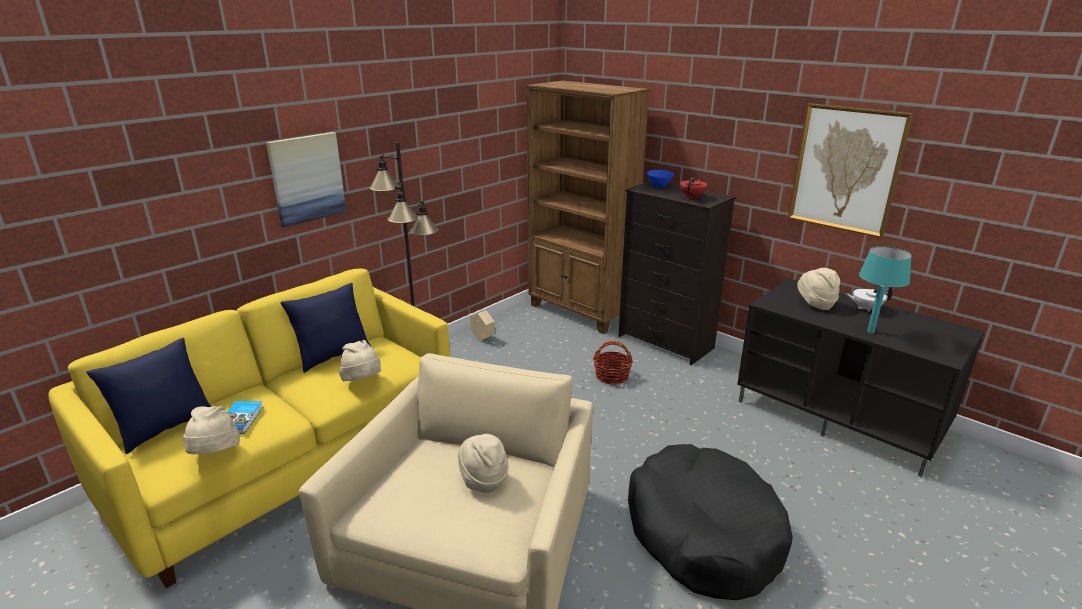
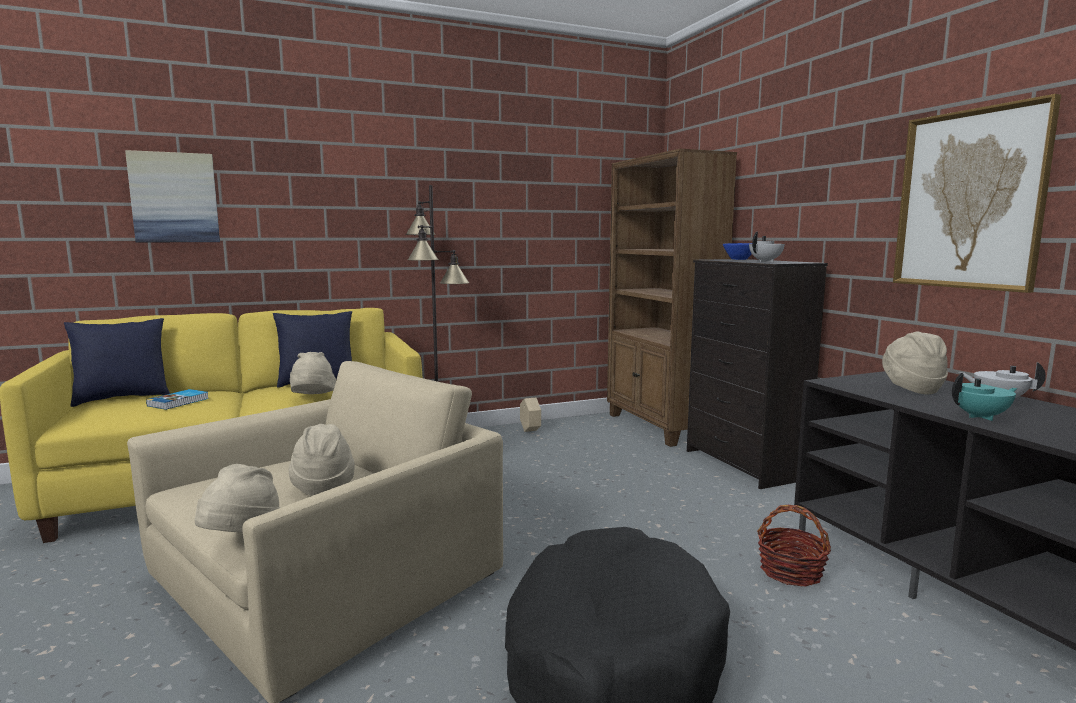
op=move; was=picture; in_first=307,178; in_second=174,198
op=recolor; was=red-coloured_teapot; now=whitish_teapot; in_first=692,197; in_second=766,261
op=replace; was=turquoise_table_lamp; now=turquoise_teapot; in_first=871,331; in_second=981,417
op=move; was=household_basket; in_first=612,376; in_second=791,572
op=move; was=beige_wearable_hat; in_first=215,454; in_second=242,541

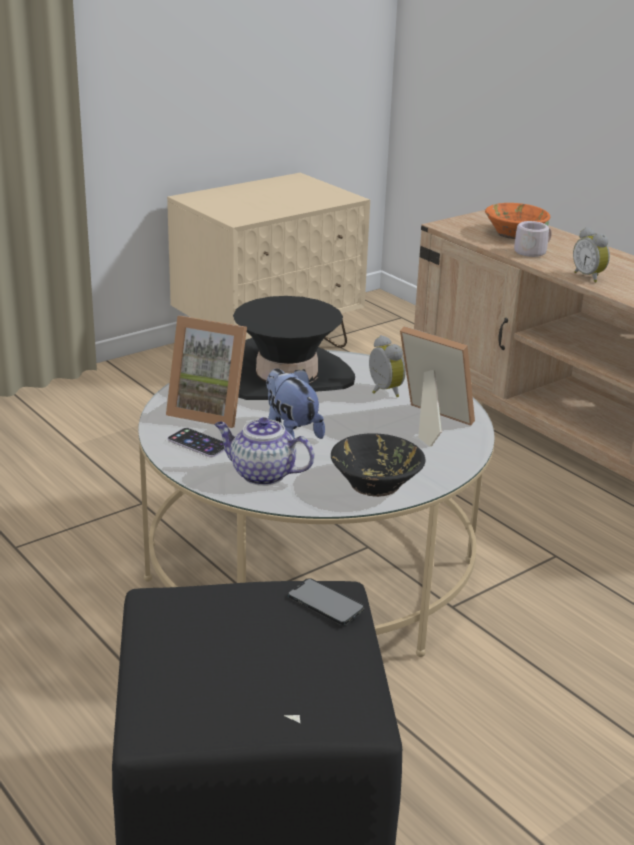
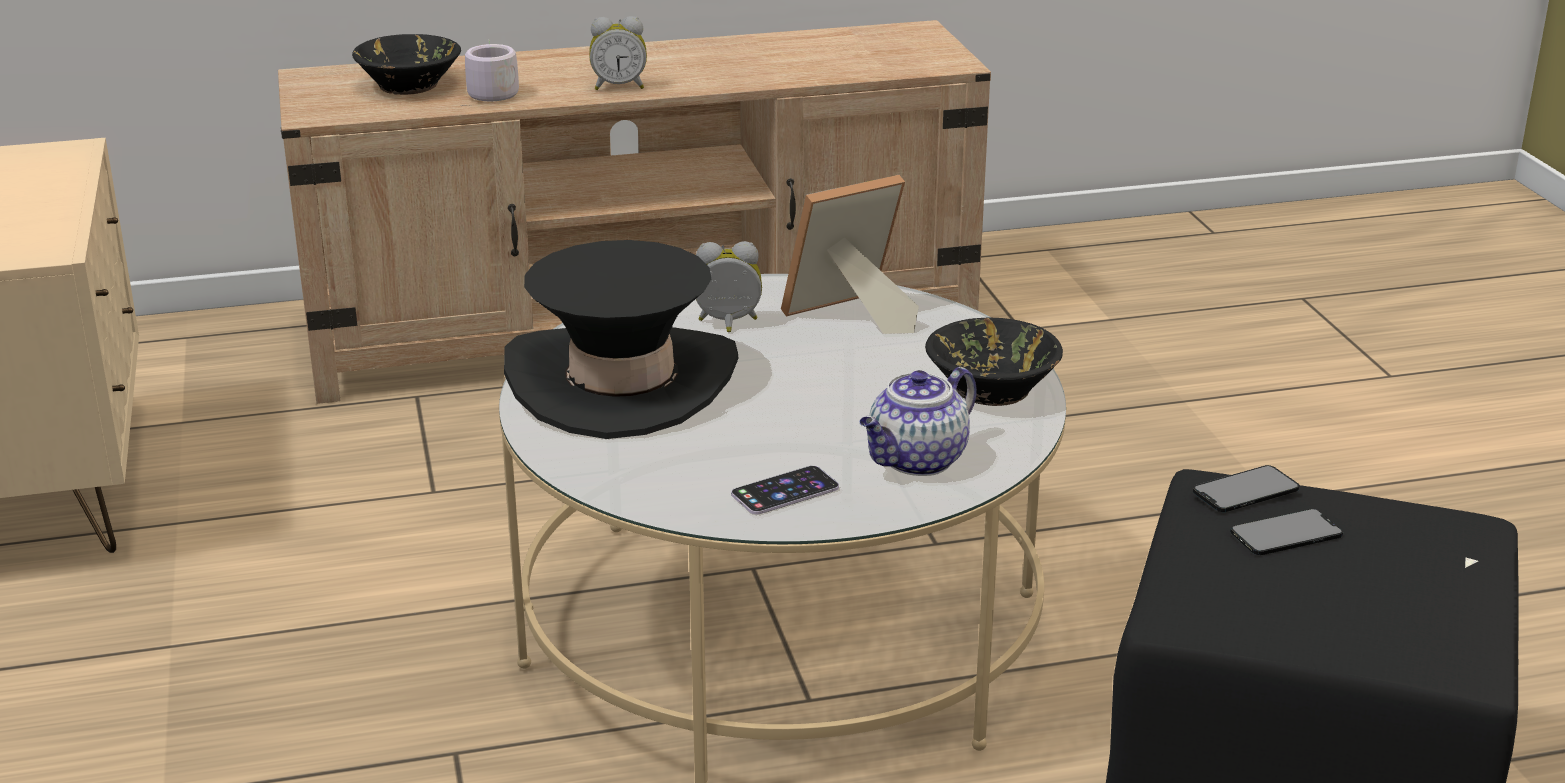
op=recolor; was=orange-coloured_serving_bowl; now=black_serving_bowl; in_first=515,234; in_second=410,85
op=delete; was=standing_frame; in_first=210,411
op=delete; was=cuddly_toy; in_first=290,432
op=insert; now=handset; in_second=1286,533

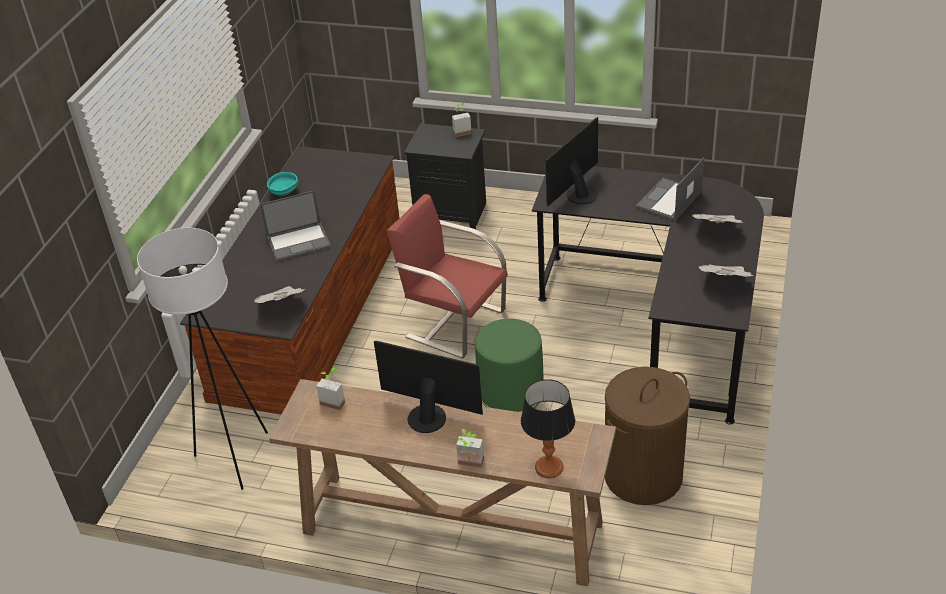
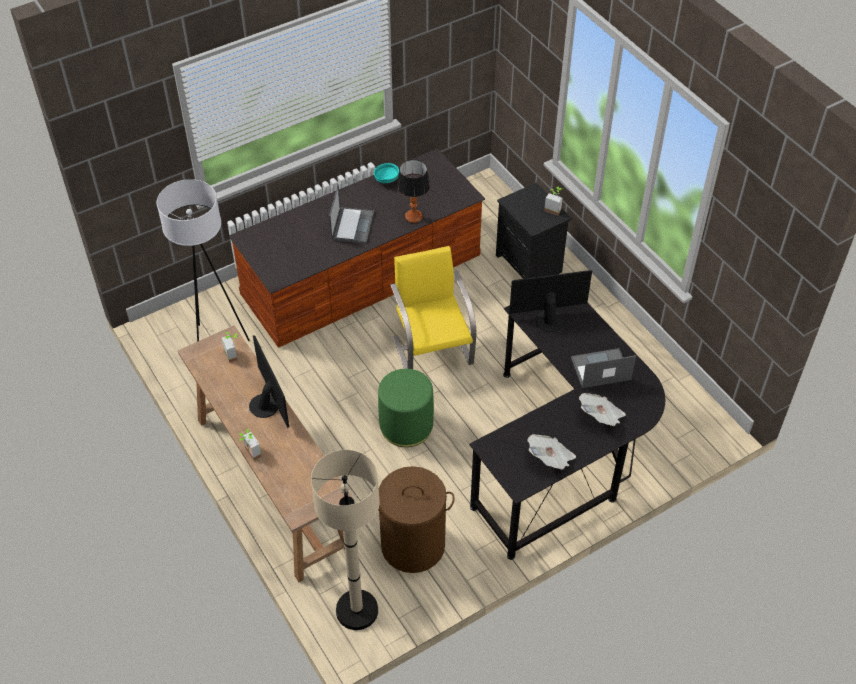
op=rotate; was=notebook_computer; in_first=299,241; in_second=352,225; clockwise=-105
op=recolor; was=red-coloured_plain_chair; now=yellowish_plain_chair; in_first=454,323; in_second=432,349
op=delete; was=printed_paper; in_first=282,305
op=move; was=table_lamp; in_first=548,467; in_second=413,216
op=insert; now=beige_standard_lamp; in_second=357,610

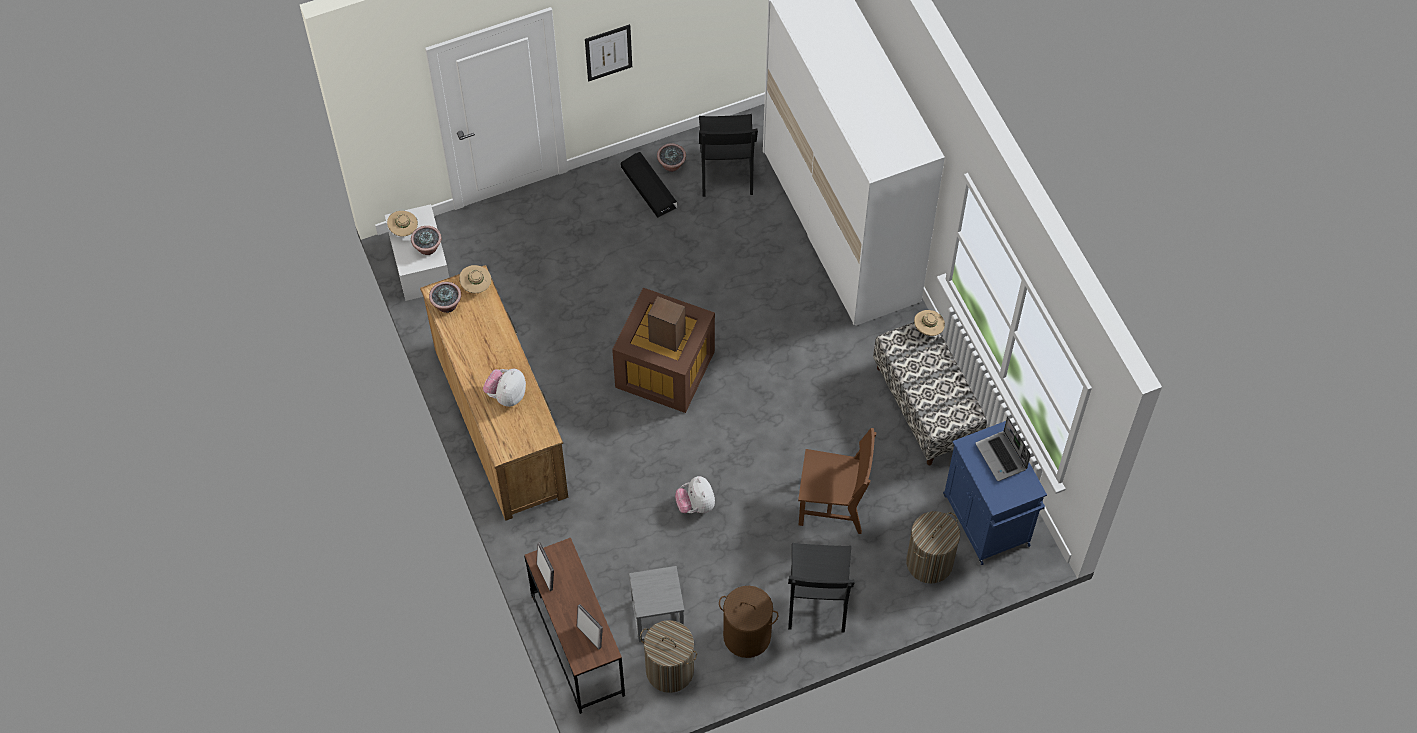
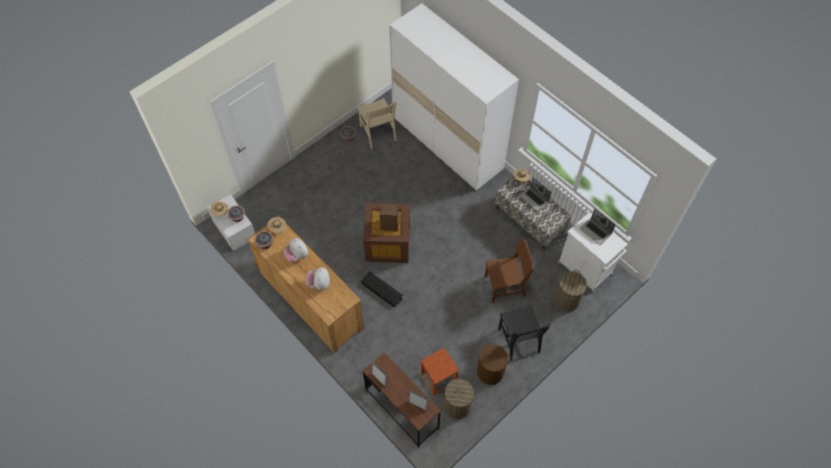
op=delete; was=picture; in_first=608,52
op=recolor; was=black_plain_chair; now=beige_plain_chair; in_first=726,172; in_second=378,133
op=move; was=black_storage_container; in_first=649,187; in_second=382,290
op=recolor; was=bluish_cupboard; now=whitish_cupboard; in_first=987,522; in_second=586,269
op=move; was=cuddly_toy; in_first=696,505; in_second=297,255
op=recolor; was=grey_sitting_stool; now=brown_sitting_stool; in_first=658,617; in_second=439,378
op=insert; now=notebook_computer; in_second=534,199

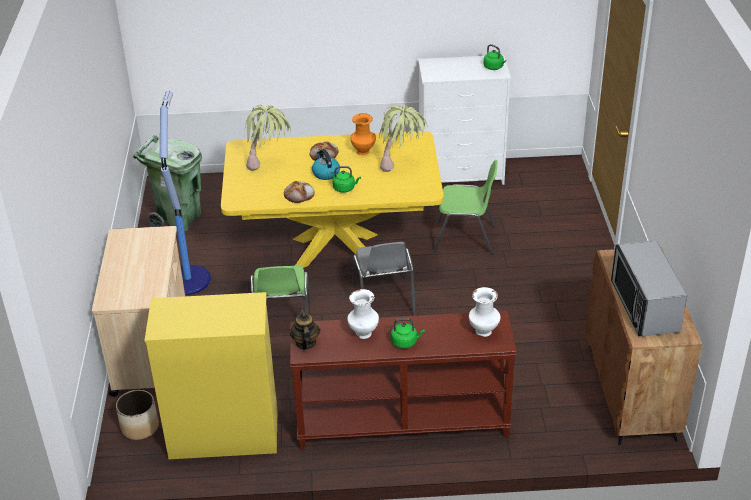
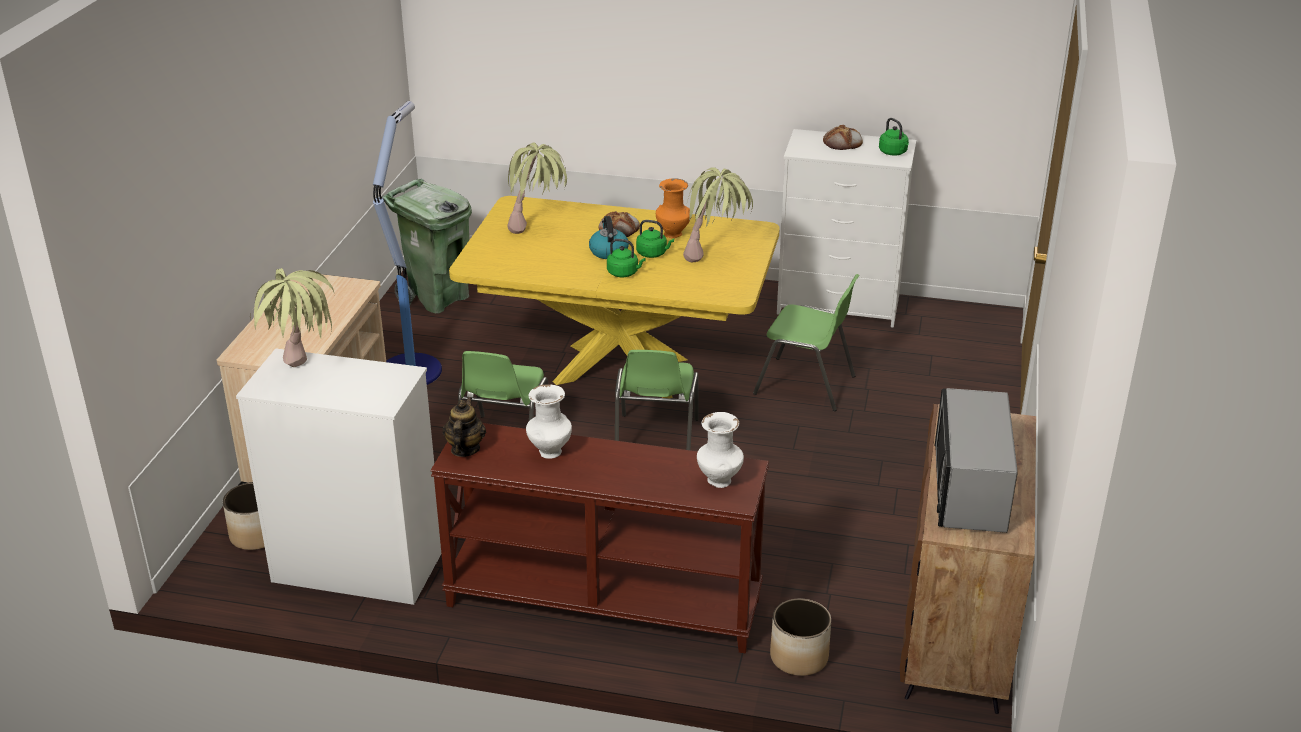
op=move; was=bakery_bread; in_first=299,194; in_second=843,142
op=recolor; was=grey_plain_chair; now=green-coloured_plain_chair; in_first=384,301; in_second=655,443
op=recolor; was=yellowish_drawer_chest; now=whitish_drawer_chest; in_first=223,434; in_second=356,566
op=move; was=green-coloured_tea_kettle; in_first=405,342; in_second=653,254
op=insert; now=houseplant; in_second=302,377
op=insert; now=planter; in_second=798,657

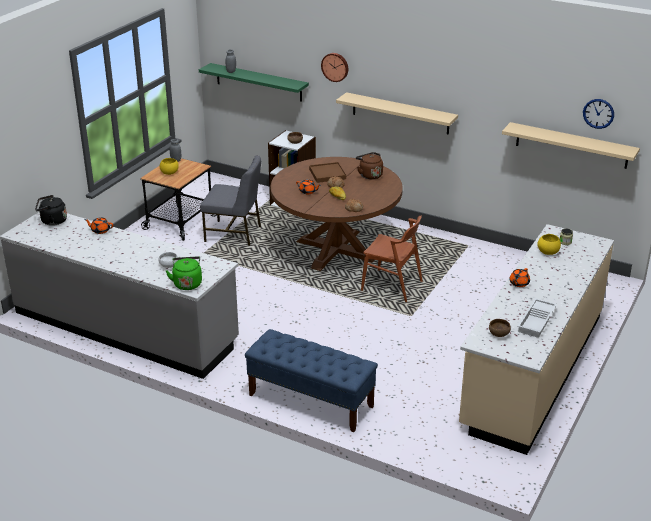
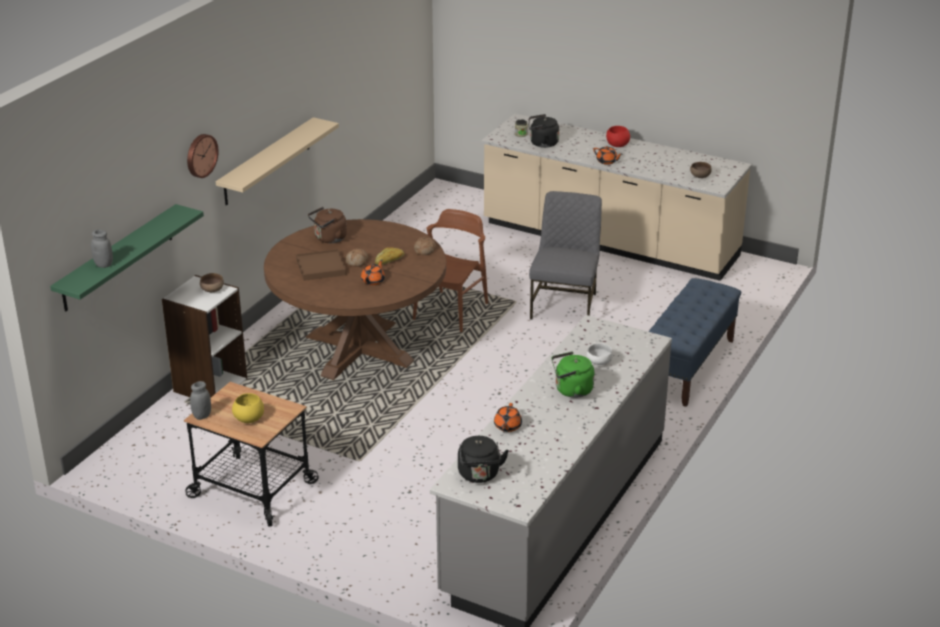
op=delete; was=hanging_clock; in_first=598,113
op=delete; was=beige_wall_shelf; in_first=571,145
op=move; was=grey_plain_chair; in_first=234,234; in_second=565,305
op=replace; was=yellowish_serving_bowl; now=black_tea_kettle; in_first=548,252; in_second=542,143
op=move; was=green-coloured_tea_kettle; in_first=187,283; in_second=571,390
op=delete; was=whitish_tray; in_first=537,321
op=insert; now=red-coloured_serving_bowl; in_second=617,145

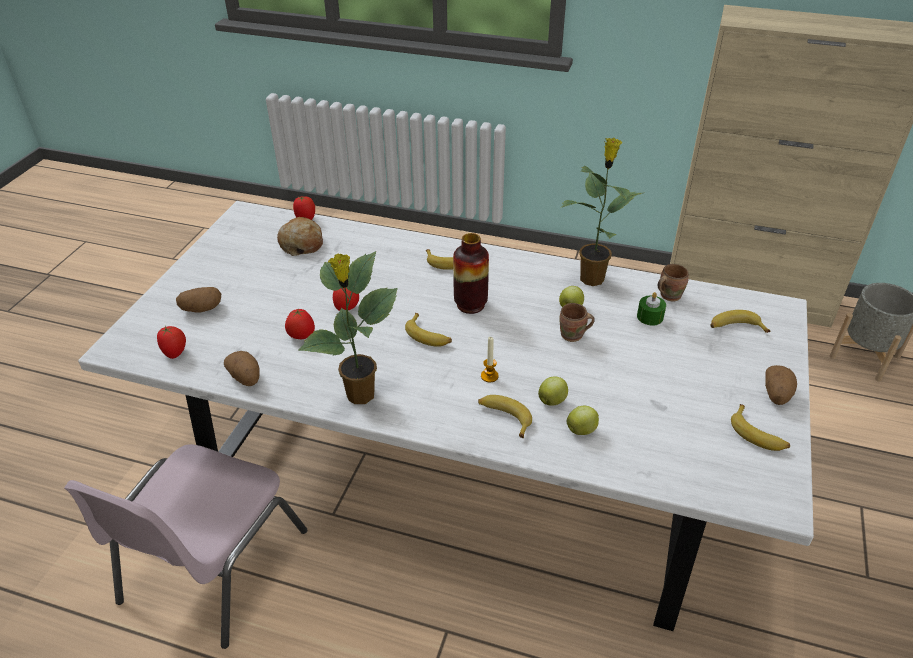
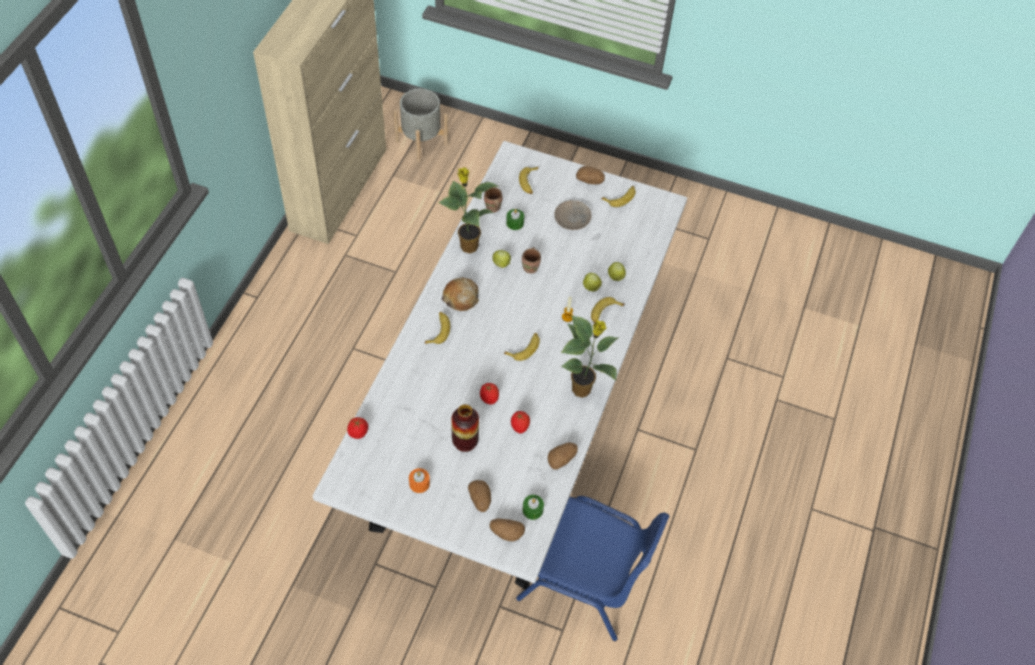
op=move; was=bakery_bread; in_first=301,244; in_second=461,298
op=move; was=decorative_vase; in_first=470,305; in_second=465,442
op=replace; was=whole_tomato; now=green-coloured_wax_light; in_first=175,353; in_second=532,510
op=recolor; was=pinkish_plain_chair; now=bluish_plain_chair; in_first=210,567; in_second=586,580
op=insert; now=beige_plate; in_second=573,218
op=insert; now=orange-coloured_wax_light; in_second=419,483
op=insert; now=whole_potato; in_second=506,533

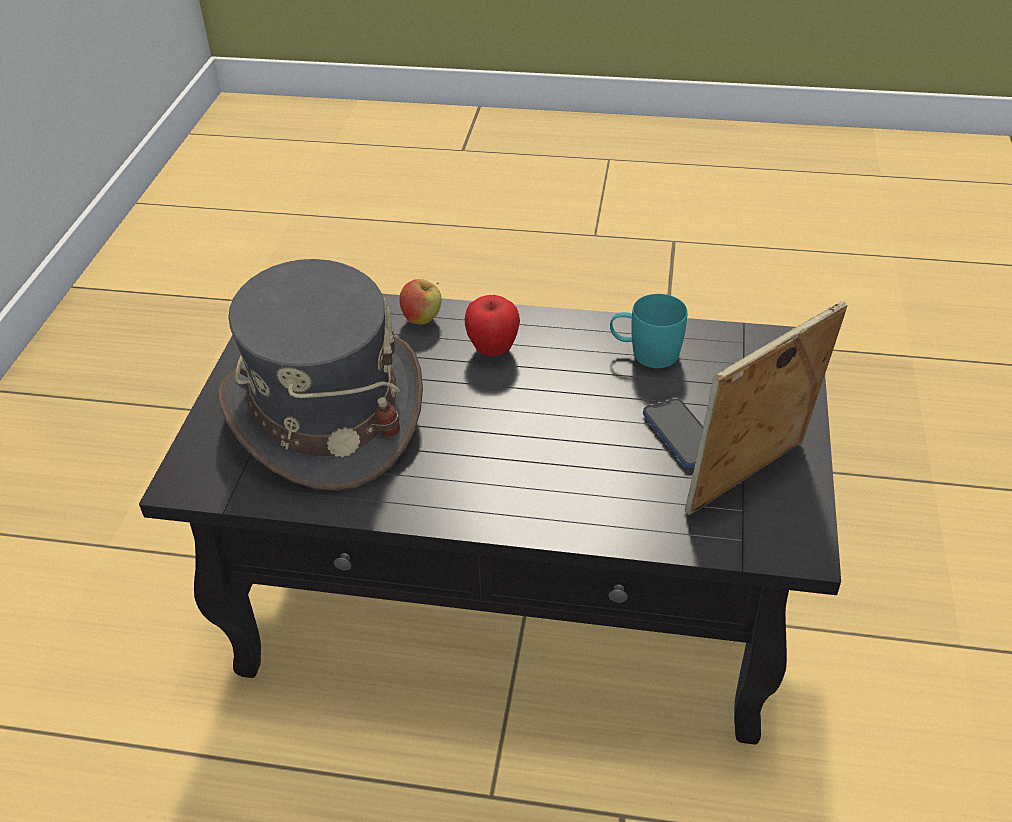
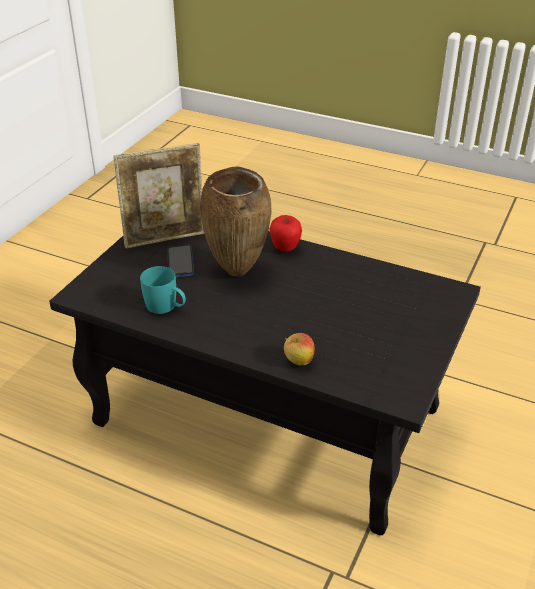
op=delete; was=grey_wearable_hat; in_first=325,413
op=move; was=whole_apple; in_first=493,349; in_second=285,248
op=insert; now=brown_decorative_vase; in_second=238,272

